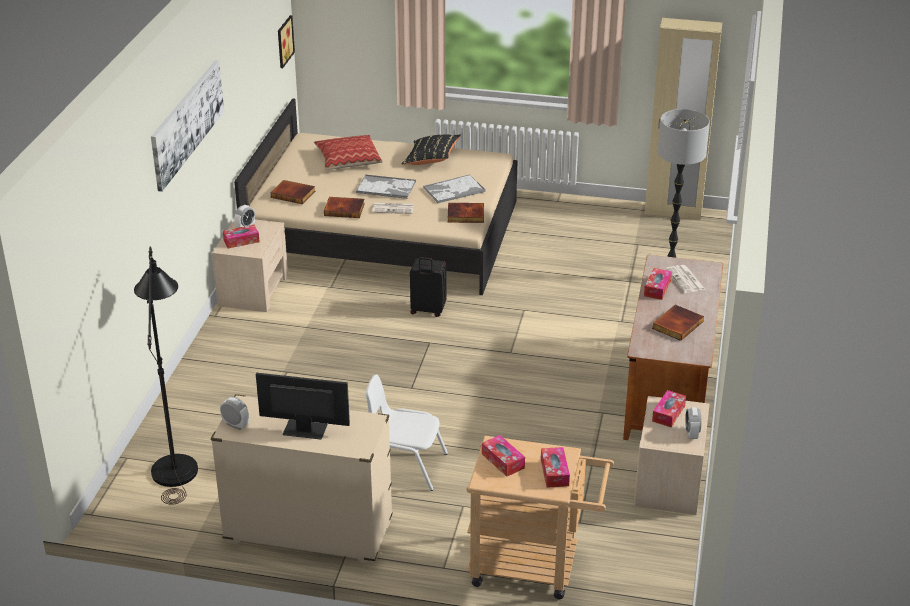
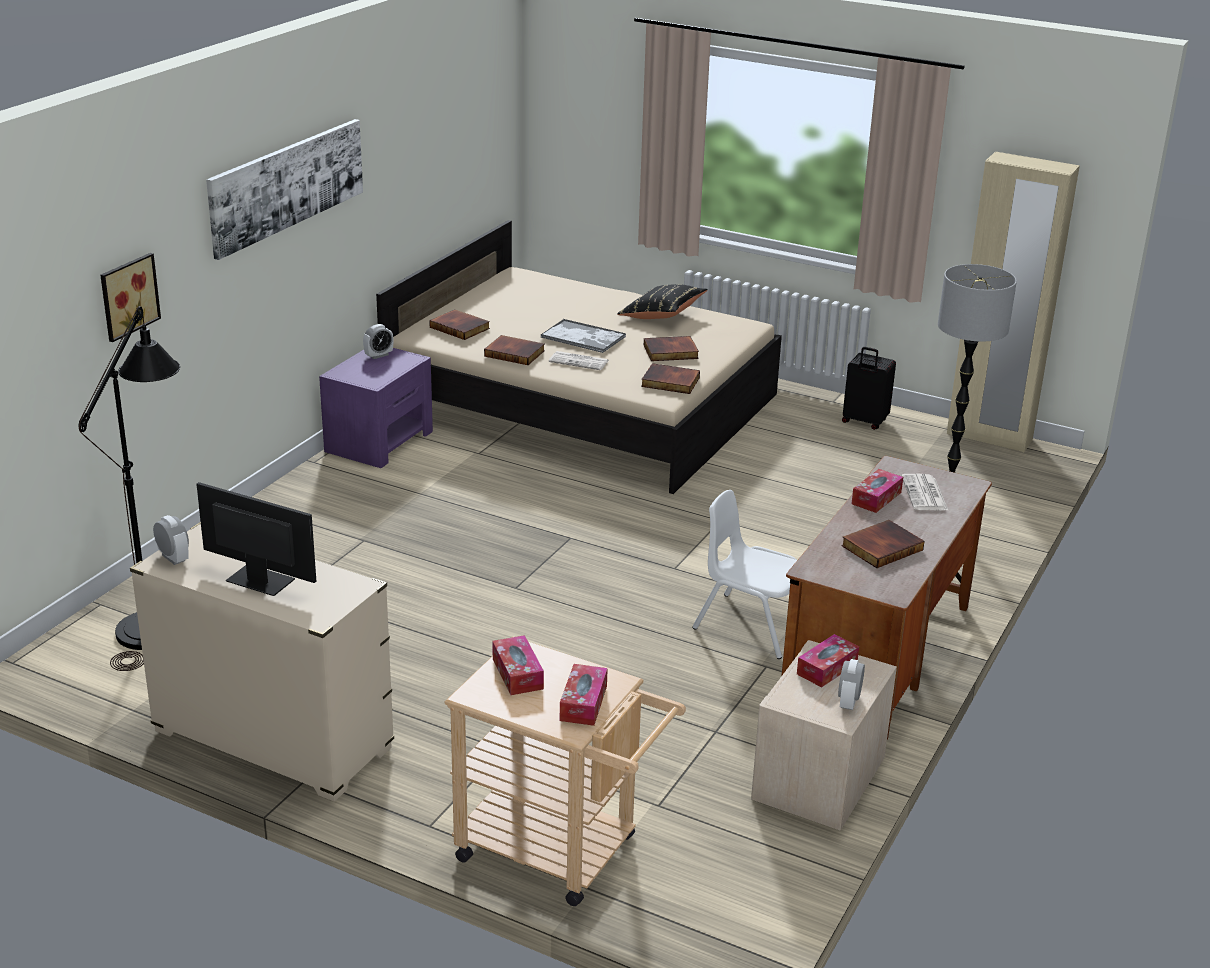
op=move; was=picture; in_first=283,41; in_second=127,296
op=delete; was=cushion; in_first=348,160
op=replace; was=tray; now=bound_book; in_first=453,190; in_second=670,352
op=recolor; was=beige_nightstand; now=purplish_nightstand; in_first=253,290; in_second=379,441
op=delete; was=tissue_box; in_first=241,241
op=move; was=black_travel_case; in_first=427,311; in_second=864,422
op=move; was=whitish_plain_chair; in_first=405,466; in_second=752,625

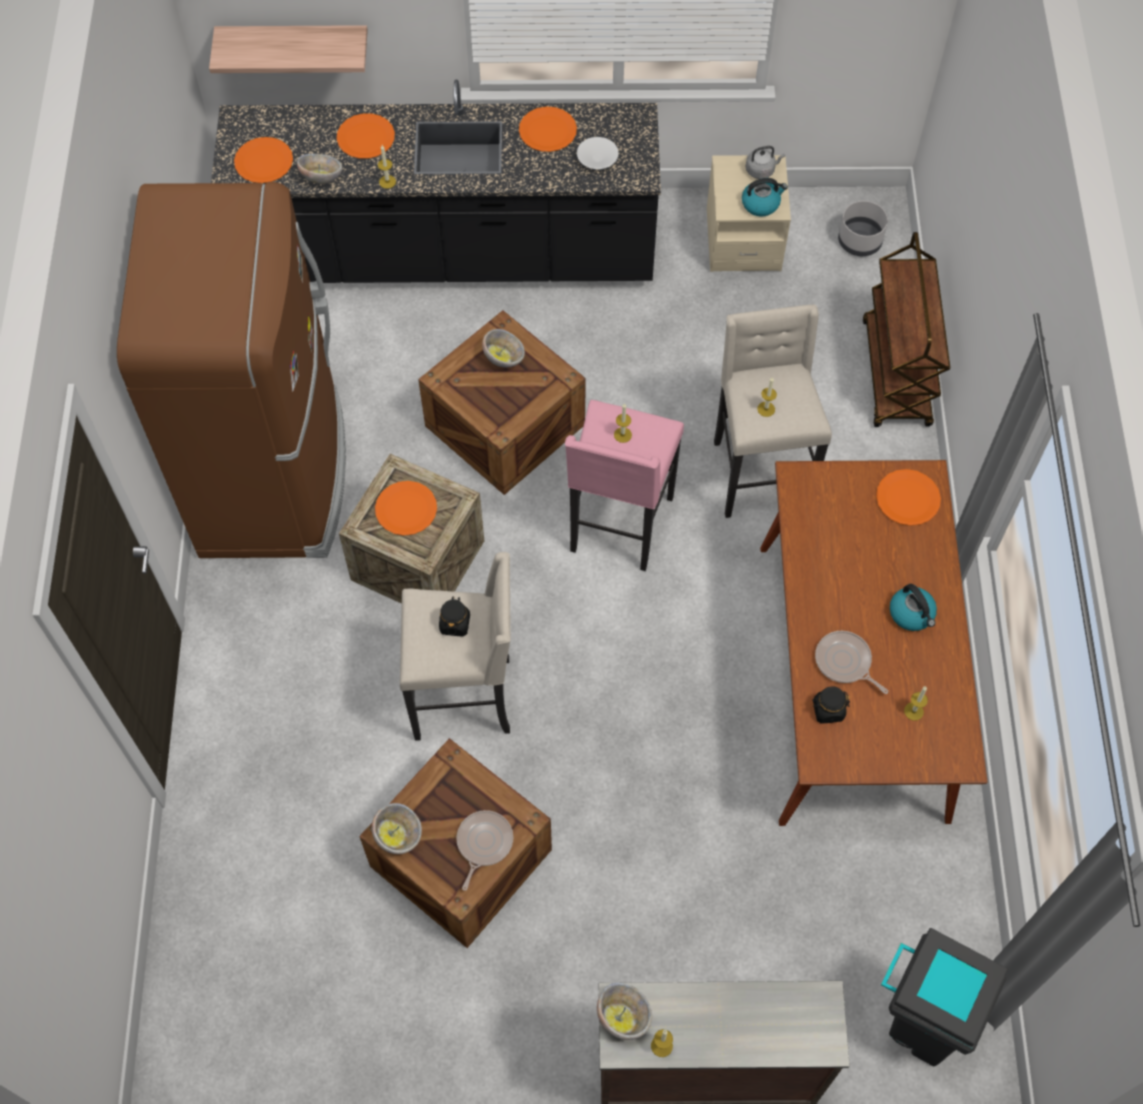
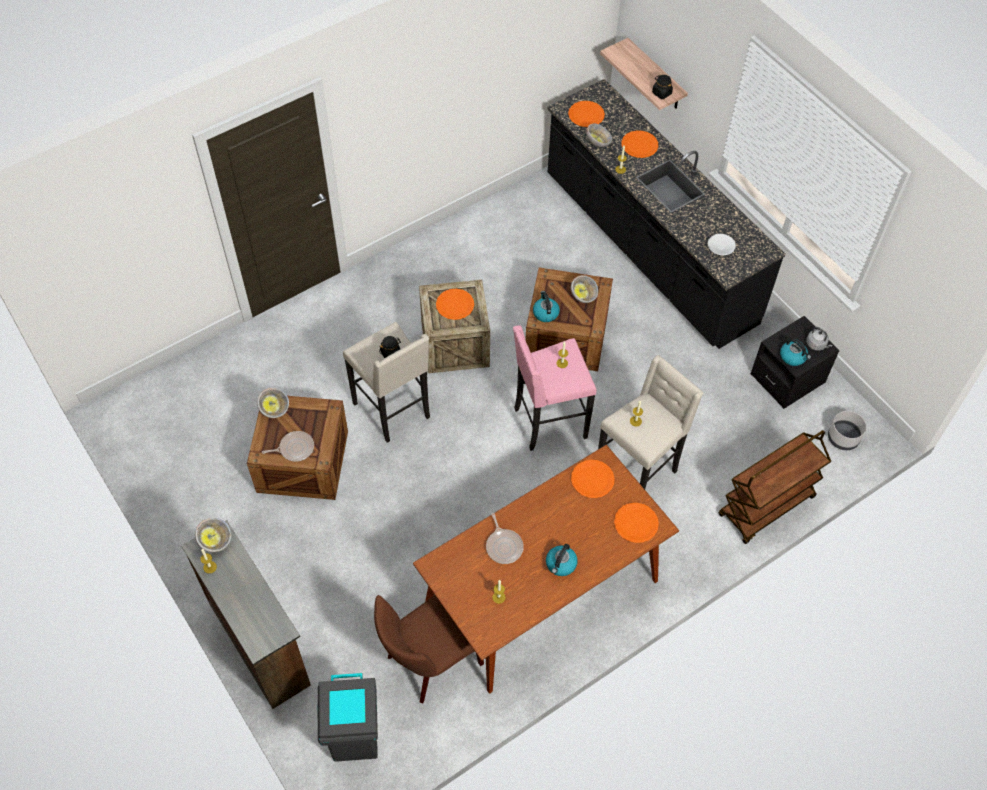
op=move; was=orange-coloured_plate; in_first=548,130; in_second=592,479
op=recolor; was=beige_nightstand; now=black_nightstand; in_first=743,240; in_second=787,378
op=delete; was=brown_fridge; in_first=274,473
op=rotate; was=skillet; in_first=845,662; in_second=504,546; clockwise=150
op=move; was=black_storage_jar; in_first=828,710; in_second=661,93
op=insert; now=tea_kettle; in_second=545,313
op=insert; now=brown_plain_chair; in_second=429,662

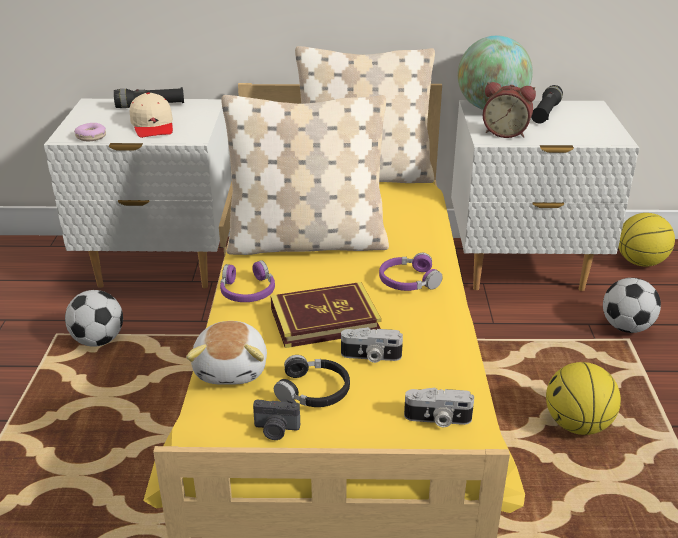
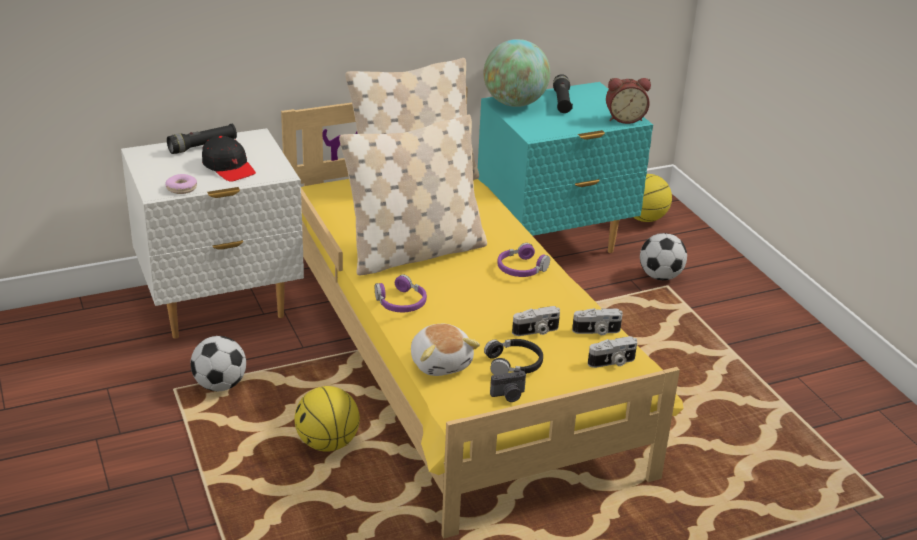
op=move; was=alarm_clock; in_first=505,132; in_second=624,118
op=recolor; was=beige_cap; now=black_cap; in_first=153,125; in_second=229,167
op=recolor; was=whitish_nightstand; now=turquoise_nightstand; in_first=522,269; in_second=553,243
op=delete; was=bound_book; in_first=324,320
op=move; was=basketball_ball; in_first=577,425; in_second=327,444
op=insert; now=photo_camera; in_second=596,331

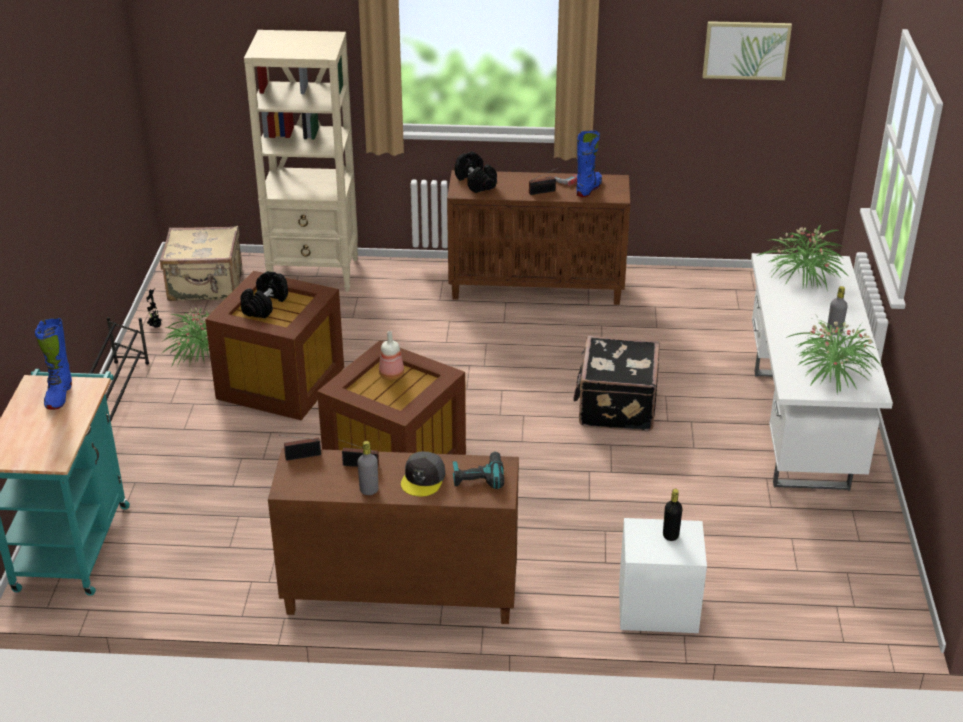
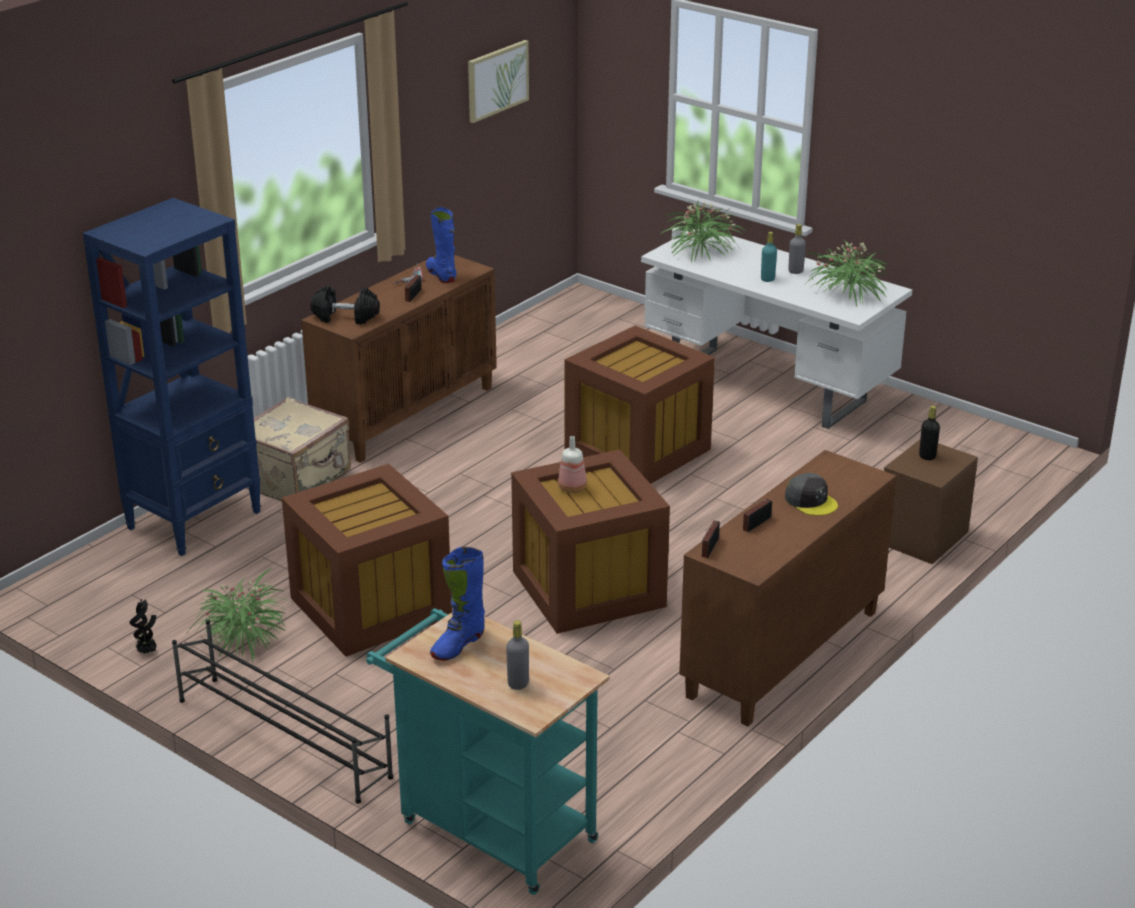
op=recolor; was=beige_bookshelf; now=bluish_bookshelf; in_first=315,274; in_second=195,519
op=move; was=beige_travel_case; in_first=206,286; in_second=296,478
op=delete; was=black_hand_weight; in_first=265,305
op=rotate; was=bluish_boot; in_first=59,395; in_second=458,645; clockwise=90
op=replace; was=black_travel_case; now=brown_storage_container; in_first=615,406; in_second=640,450
op=move; was=grey_drink_bottle; in_first=369,490; in_second=518,684
op=delete; was=electric_drill; in_first=478,476
op=recolor; was=whitish_nightstand; now=brown_nightstand; in_first=658,609; in_second=923,537
op=insert; now=turquoise_drink_bottle; in_second=767,279

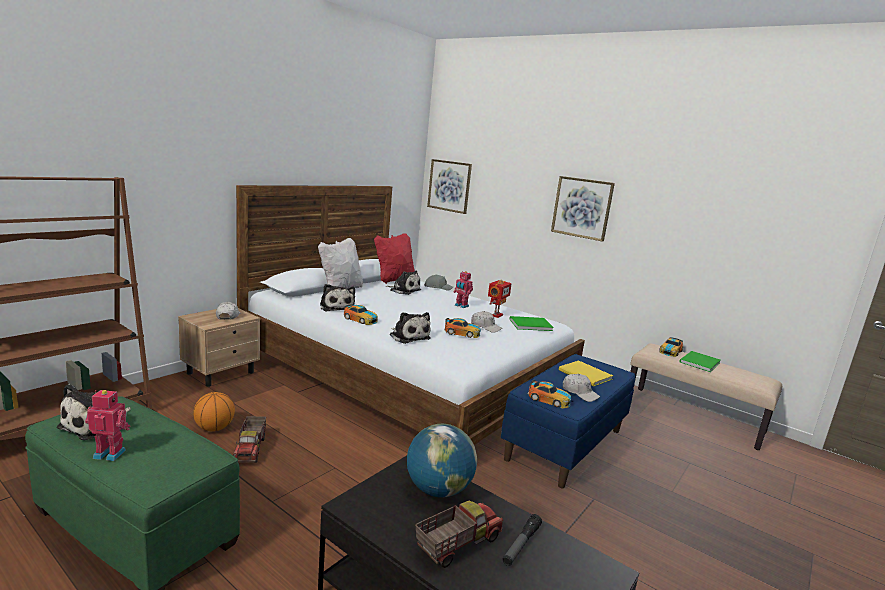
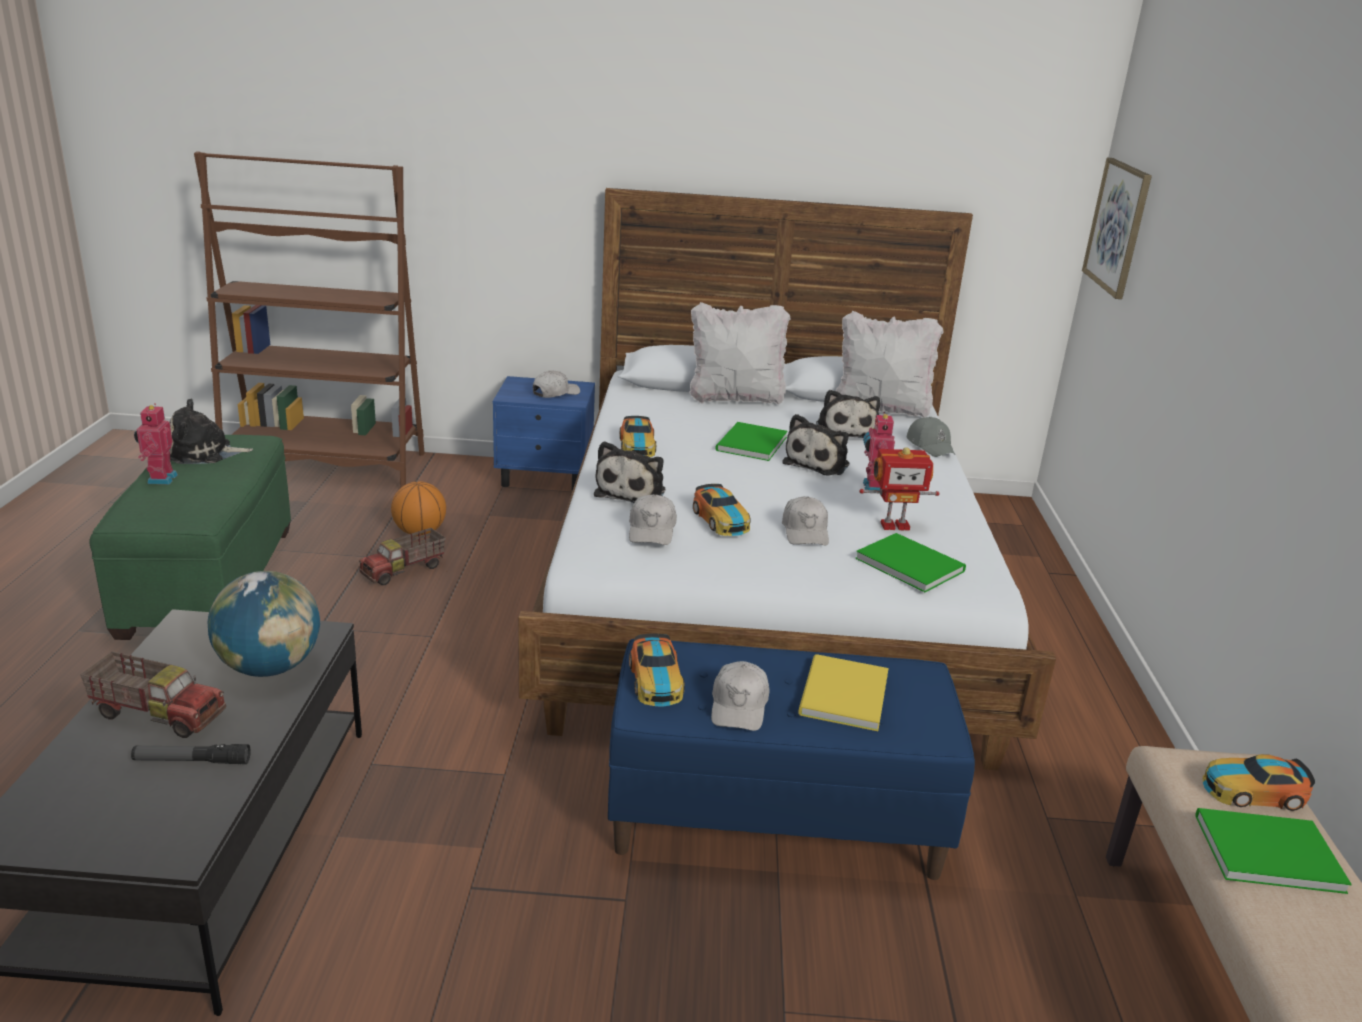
op=delete; was=picture; in_first=582,208
op=recolor; was=red-coloured_cushion; now=whitish_cushion; in_first=394,279; in_second=881,409
op=move; was=cuddly_toy; in_first=336,307; in_second=818,463
op=recolor; was=beige_nightstand; now=bluish_nightstand; in_first=221,373; in_second=546,477
op=rotate; was=toy_robot; in_first=110,453; in_second=160,479; clockwise=-150
op=insert; now=green-coloured_bound_book; in_second=749,444
op=insert; now=whitish_cap; in_second=652,530

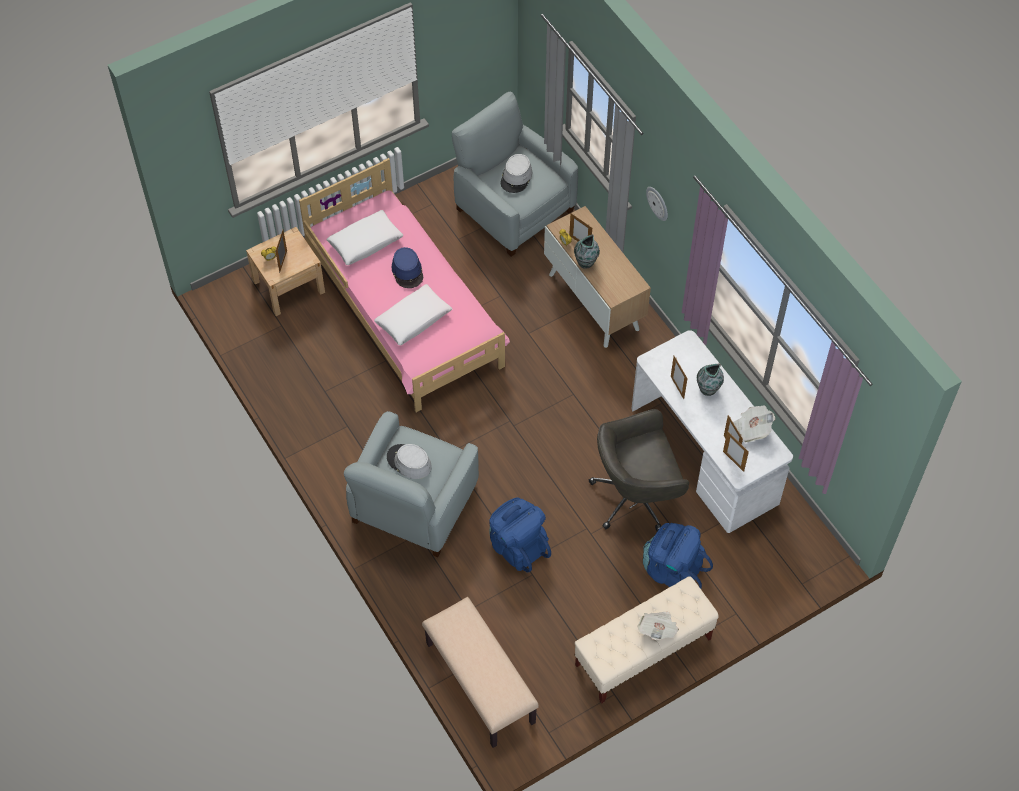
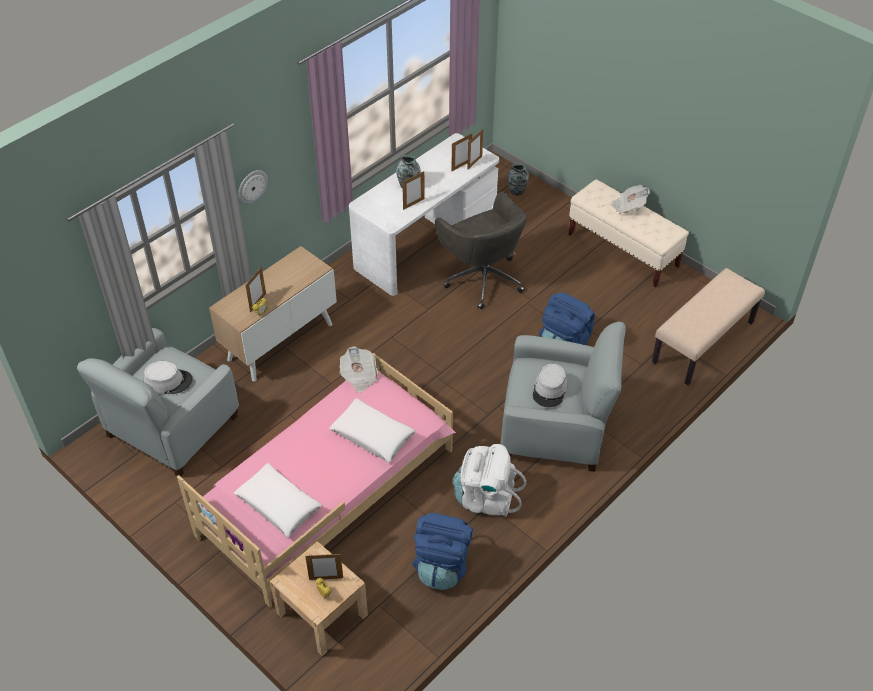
op=move; was=decorative_vase; in_first=585,262; in_second=517,191
op=delete; was=bluish_wearable_hat; in_first=407,271
op=move; was=printed_paper; in_first=750,429; in_second=359,376
op=move; was=bluish_backpack; in_first=672,569; in_second=442,565
op=insert; now=whitish_backpack; in_second=486,498

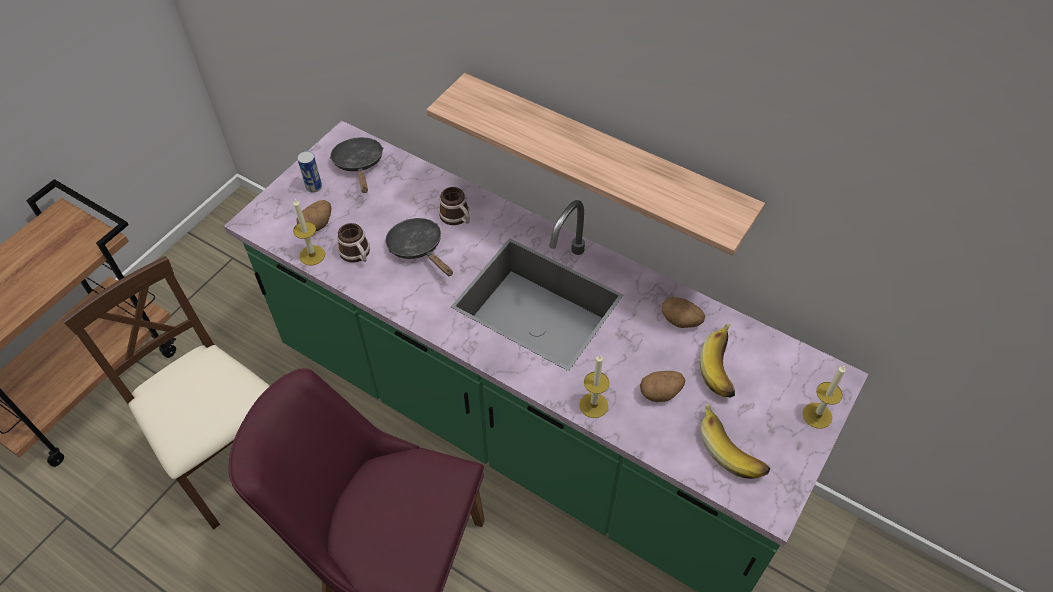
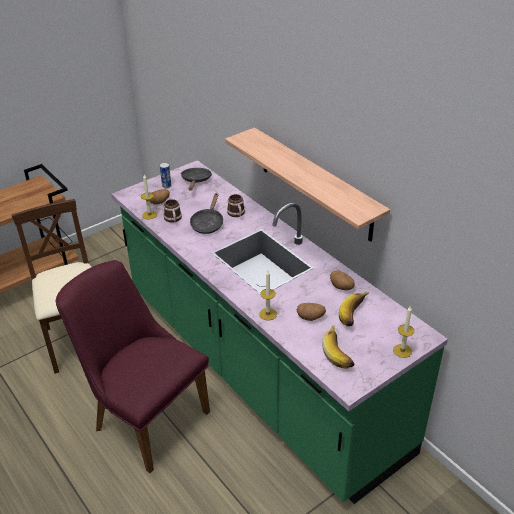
op=rotate; was=black_skillet; in_first=418,248; in_second=208,223; clockwise=-150

